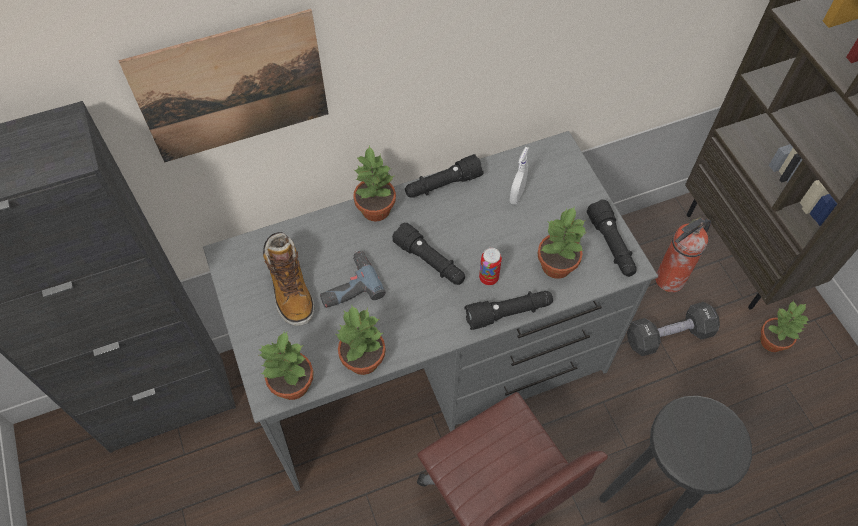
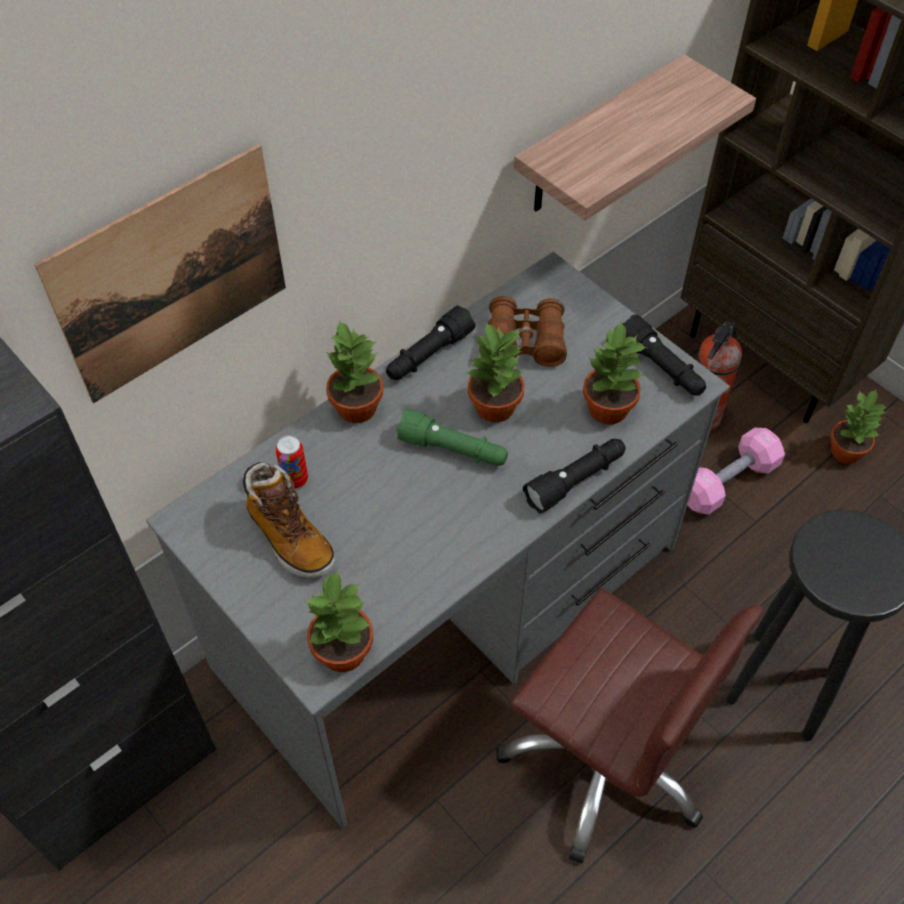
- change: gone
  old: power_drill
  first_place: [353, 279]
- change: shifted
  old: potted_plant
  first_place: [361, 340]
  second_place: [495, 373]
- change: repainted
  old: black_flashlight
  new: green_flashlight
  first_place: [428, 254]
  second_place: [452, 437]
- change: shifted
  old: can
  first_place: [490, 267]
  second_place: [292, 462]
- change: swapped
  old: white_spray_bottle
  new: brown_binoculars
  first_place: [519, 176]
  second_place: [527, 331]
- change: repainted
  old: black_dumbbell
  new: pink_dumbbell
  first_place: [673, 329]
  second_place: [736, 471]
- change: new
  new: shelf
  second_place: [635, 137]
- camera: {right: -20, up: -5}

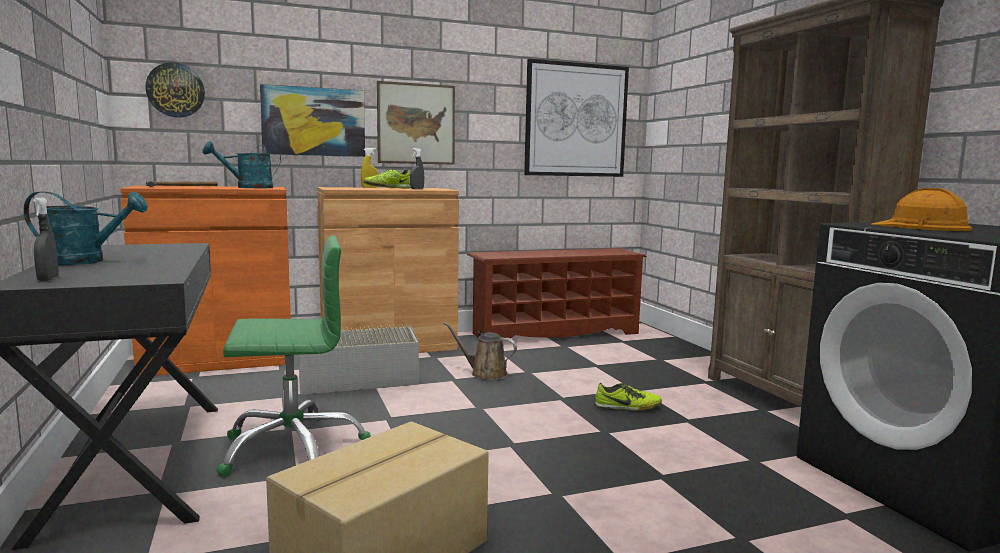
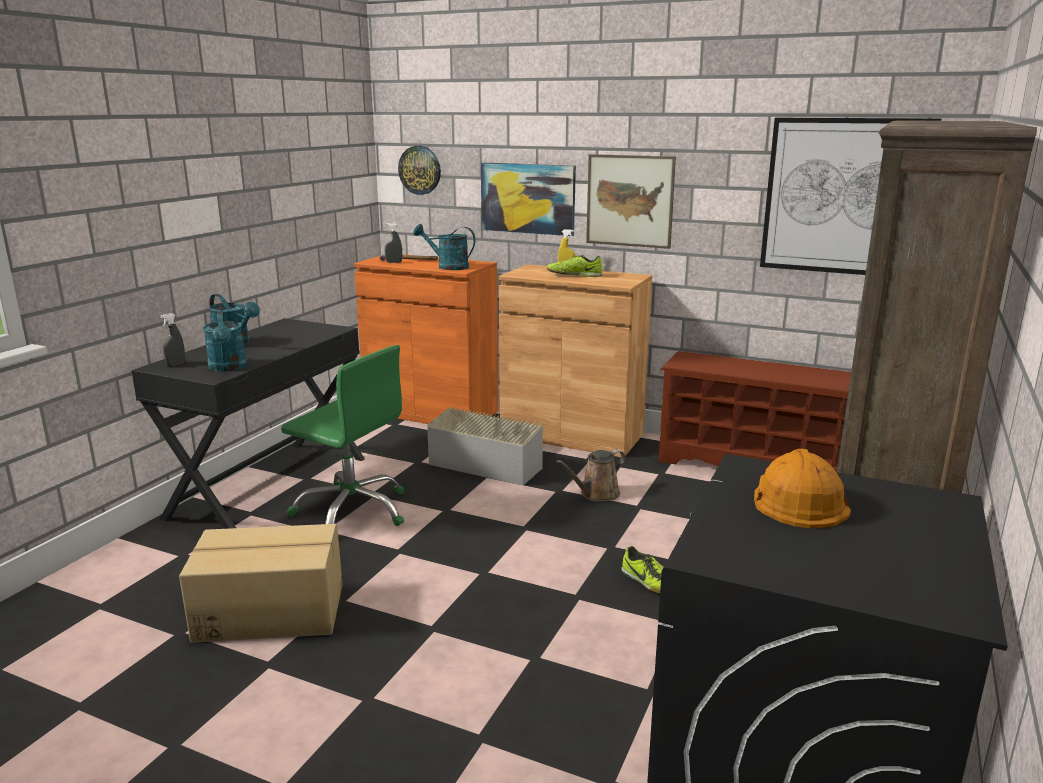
- change: shifted
  old: grey_spray_bottle
  first_place: [417, 168]
  second_place: [393, 243]
- change: rotated
  old: brown_watering_can
  first_place: [480, 351]
  second_place: [590, 475]
  degrees: -105
- change: new
  new: turquoise_watering_can
  second_place: [225, 340]
- camera: {right: 45, up: 10}

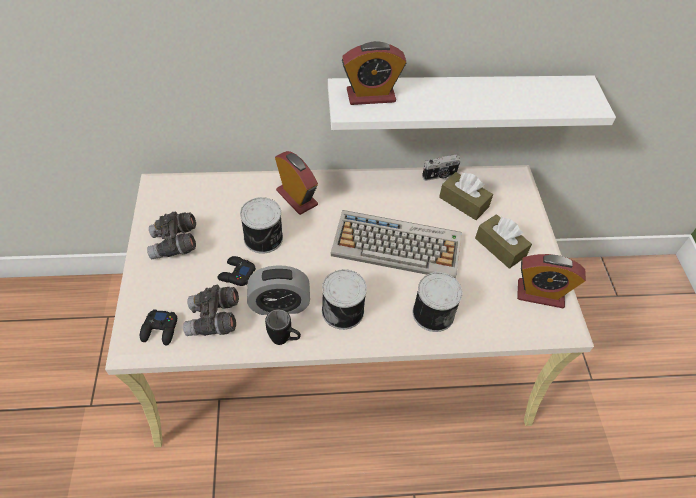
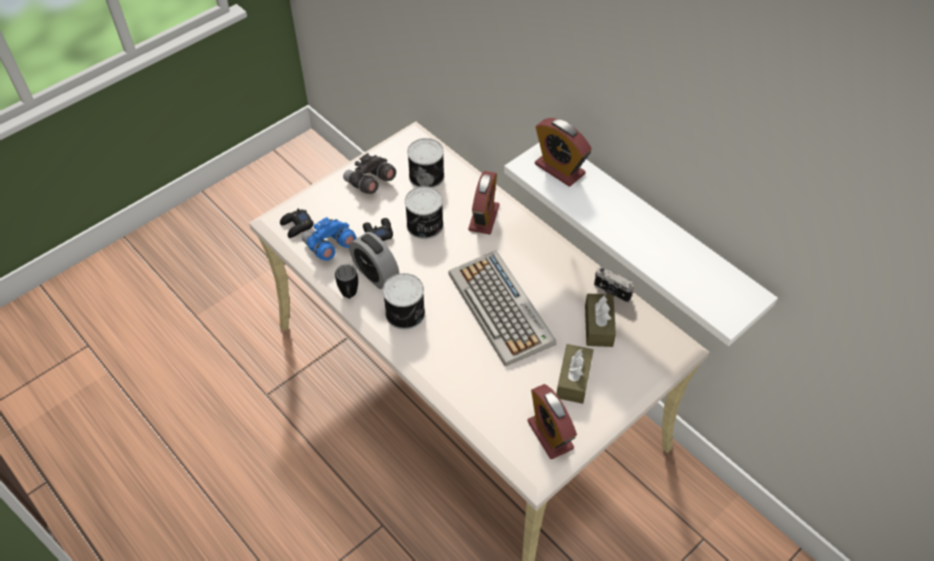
- change: repainted
  old: grey_binoculars
  new: blue_binoculars
  first_place: [211, 310]
  second_place: [329, 239]
- change: shifted
  old: can
  first_place: [438, 302]
  second_place: [425, 163]
- camera: {right: 55, up: 0}

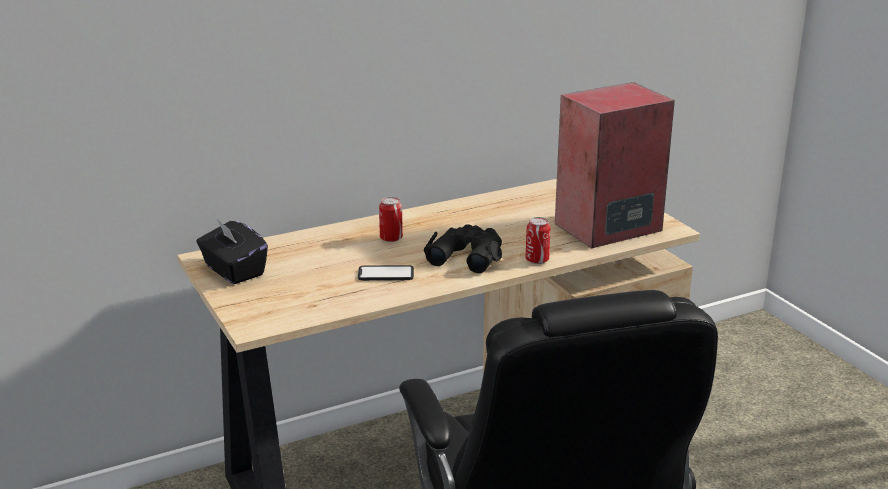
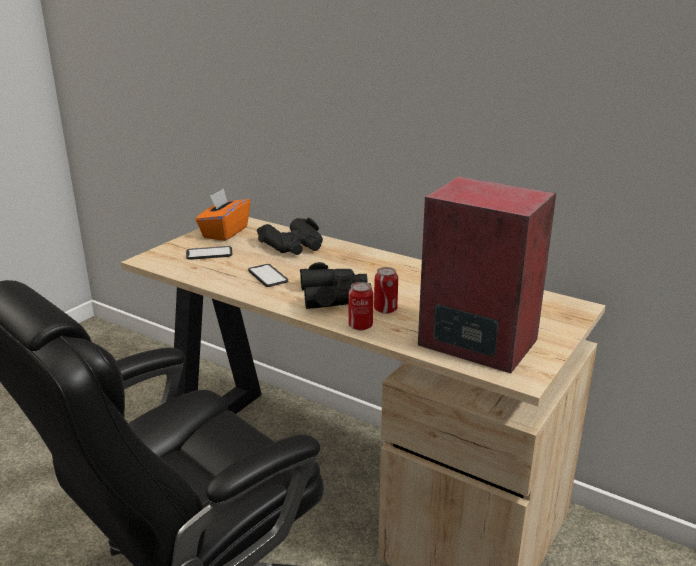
- change: repainted
  old: black_tissue_box
  new: orange_tissue_box
  first_place: [232, 251]
  second_place: [222, 214]
- change: shifted
  old: can
  first_place: [391, 219]
  second_place: [386, 290]
- change: new
  new: phone
  second_place: [209, 253]
- change: new
  new: black_binoculars
  second_place: [290, 236]
- camera: {right: 60, up: 0}

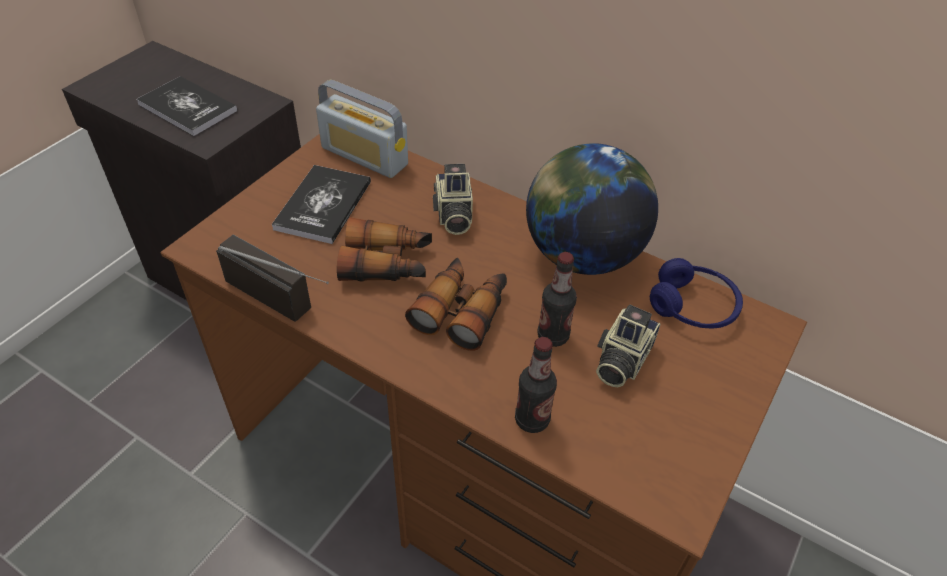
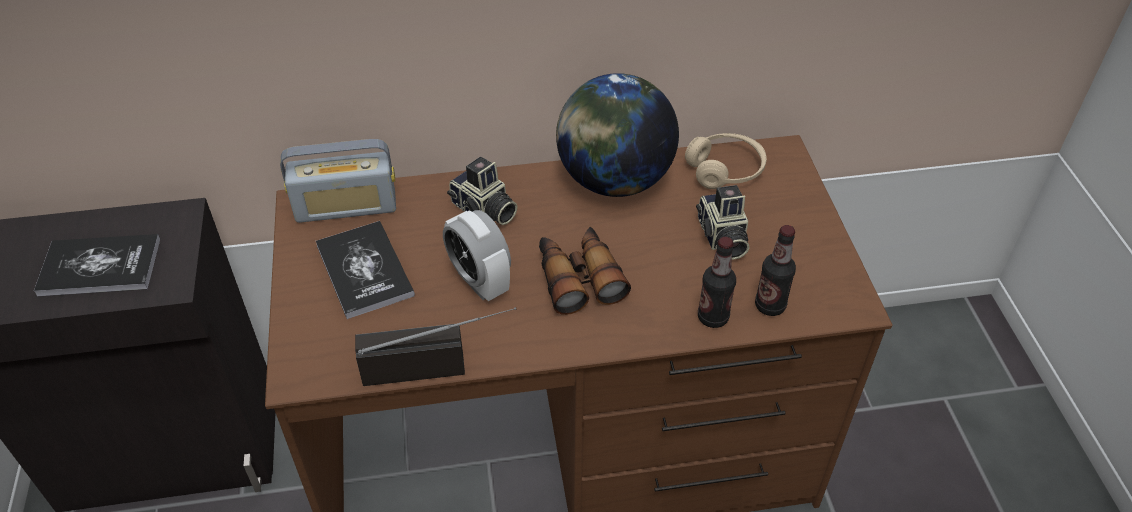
- change: swapped
  old: binoculars
  new: alarm_clock
  first_place: [384, 249]
  second_place: [477, 255]
- change: shifted
  old: bottle
  first_place: [557, 299]
  second_place: [775, 270]
- change: repainted
  old: blue_headphones
  new: beige_headphones
  first_place: [696, 293]
  second_place: [726, 161]
- camera: {right: -40, up: 0}

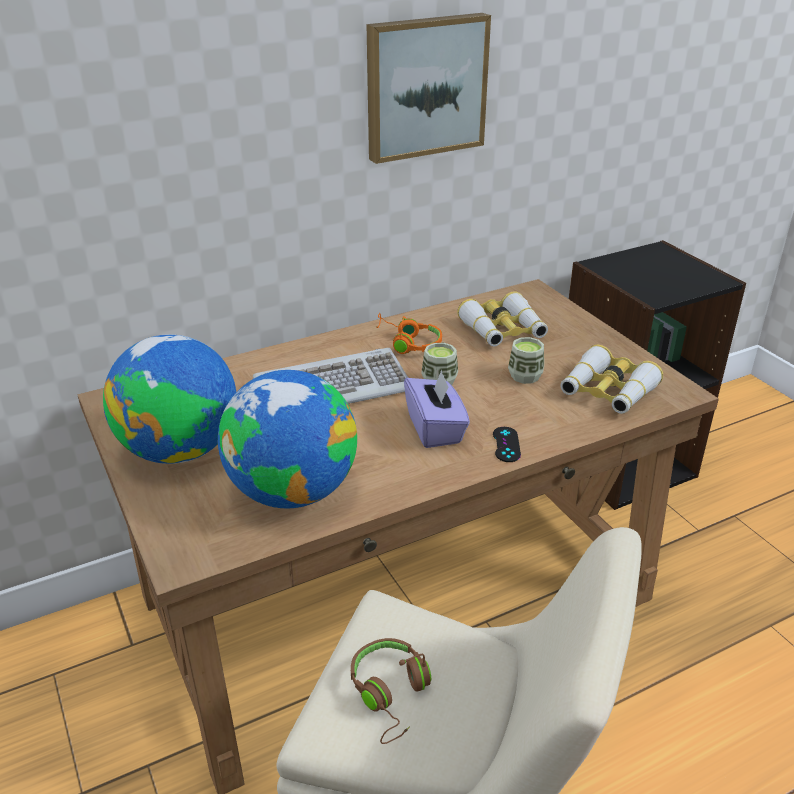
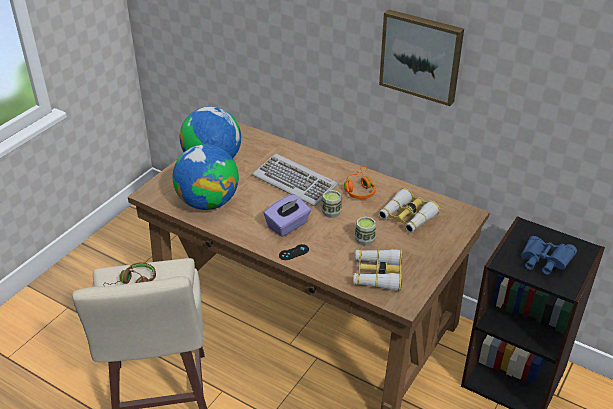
- change: new
  new: blue_binoculars
  second_place: [549, 255]
- camera: {right: 60, up: 5}

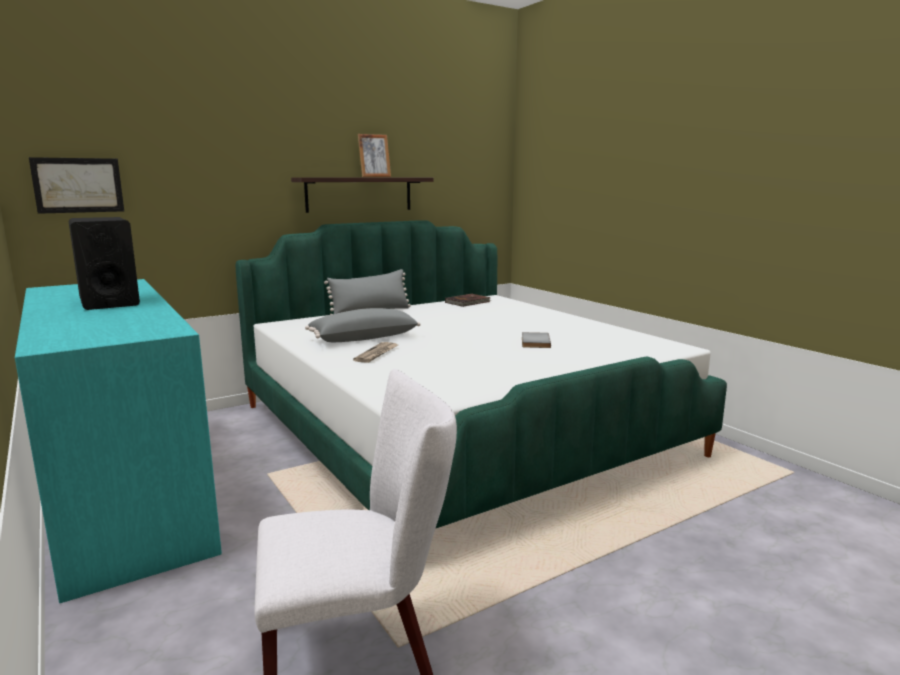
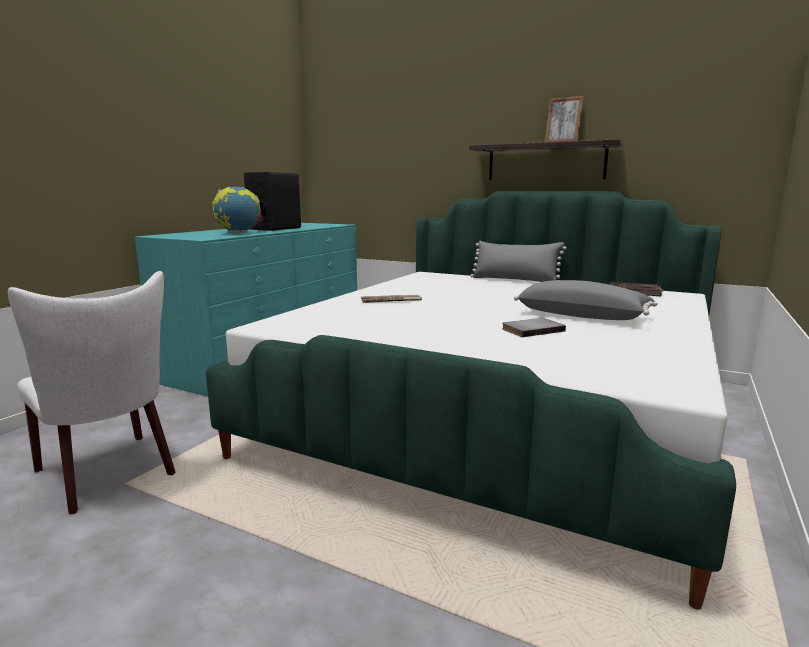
- change: gone
  old: picture
  first_place: [76, 185]
- change: shifted
  old: grey_pillow
  first_place: [363, 325]
  second_place: [586, 300]
- change: new
  new: globe
  second_place: [237, 210]
- camera: {right: 60, up: 0}

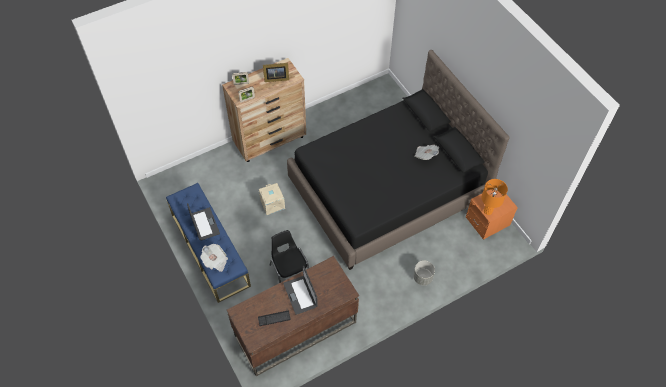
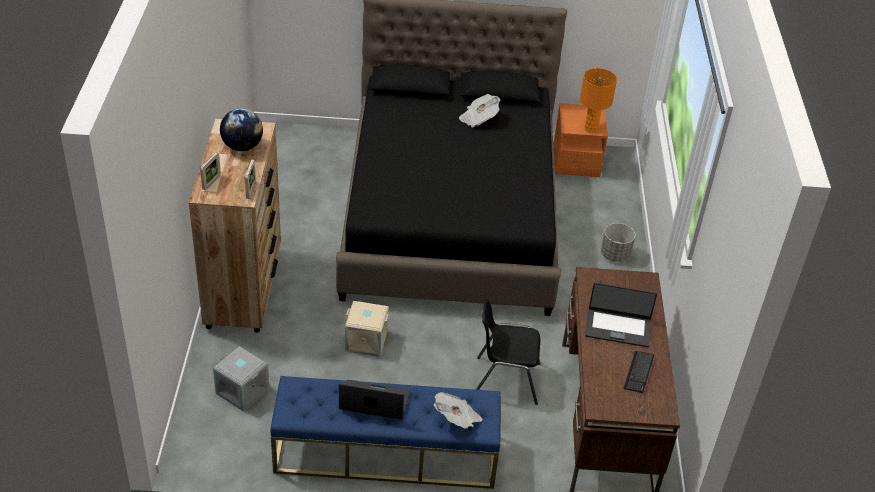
- change: swapped
  old: picture_frame
  new: globe
  first_place: [276, 72]
  second_place: [241, 129]
- change: new
  new: grey_storage_box
  second_place: [241, 379]
- camera: {right: -60, up: -15}

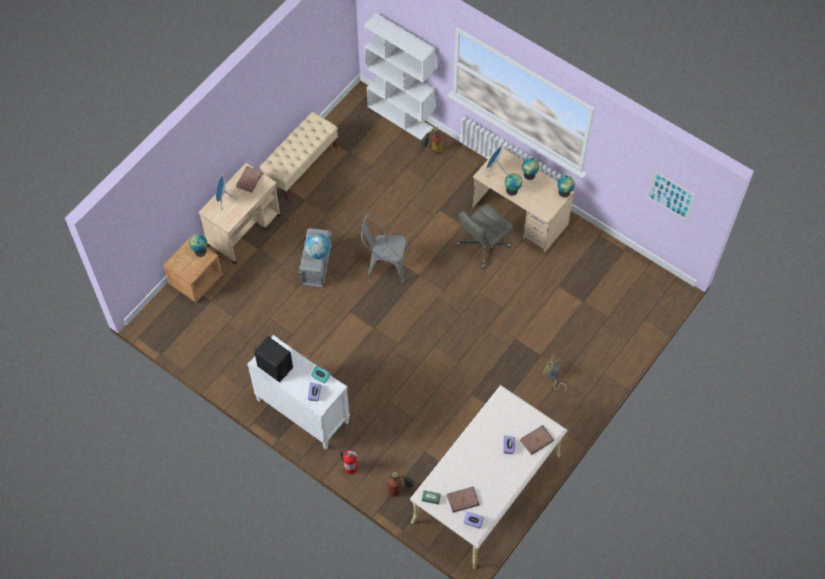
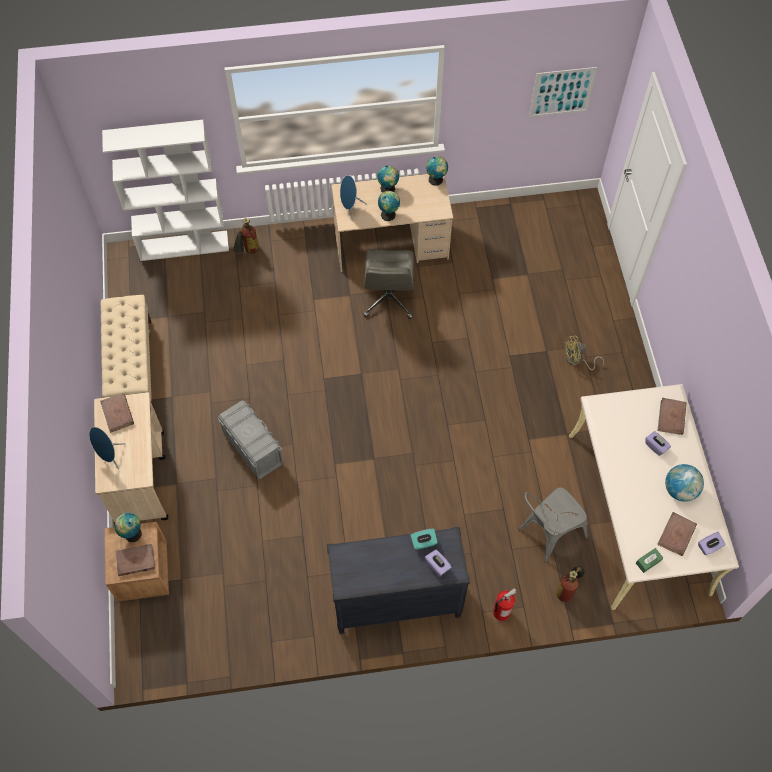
- change: repainted
  old: white_dresser
  new: black_dresser
  first_place: [298, 392]
  second_place: [398, 580]
- change: gone
  old: black_speaker
  first_place: [273, 359]
- change: shifted
  old: globe
  first_place: [317, 246]
  second_place: [684, 483]
- change: shifted
  old: grey_chair
  first_place: [385, 248]
  second_place: [553, 524]
- change: new
  new: brown_book
  second_place: [135, 560]
- camera: {right: -45, up: 0}

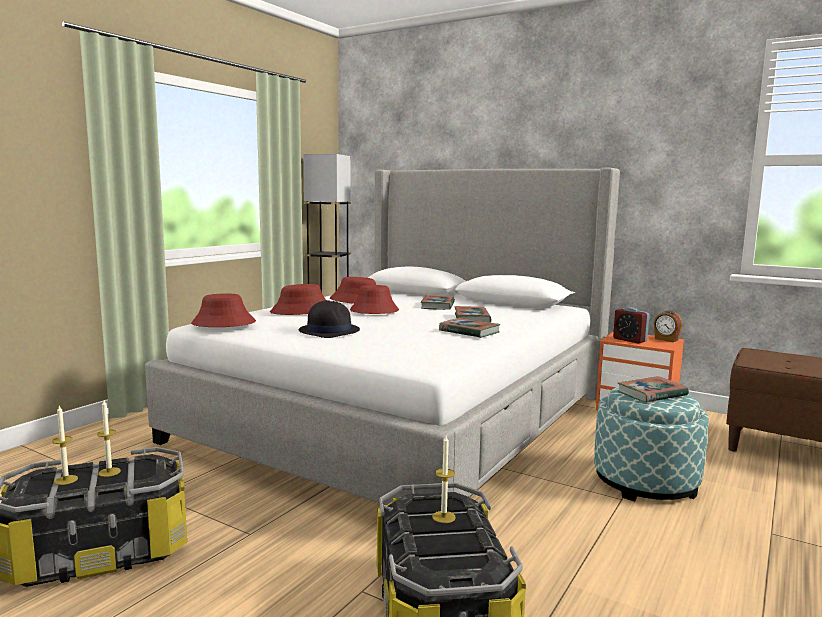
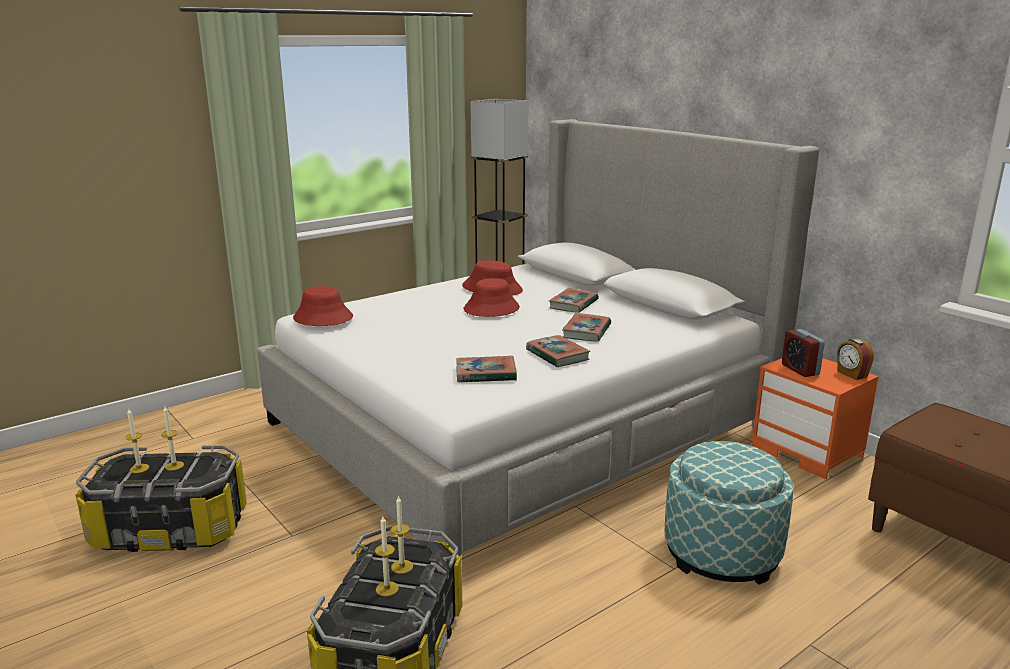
- change: gone
  old: red_hat
  first_place: [298, 299]
- change: gone
  old: black_hat
  first_place: [329, 319]
- change: shifted
  old: book
  first_place: [653, 389]
  second_place: [486, 369]
- change: new
  new: candle
  second_place: [387, 556]
- camera: {right: 20, up: 10}

